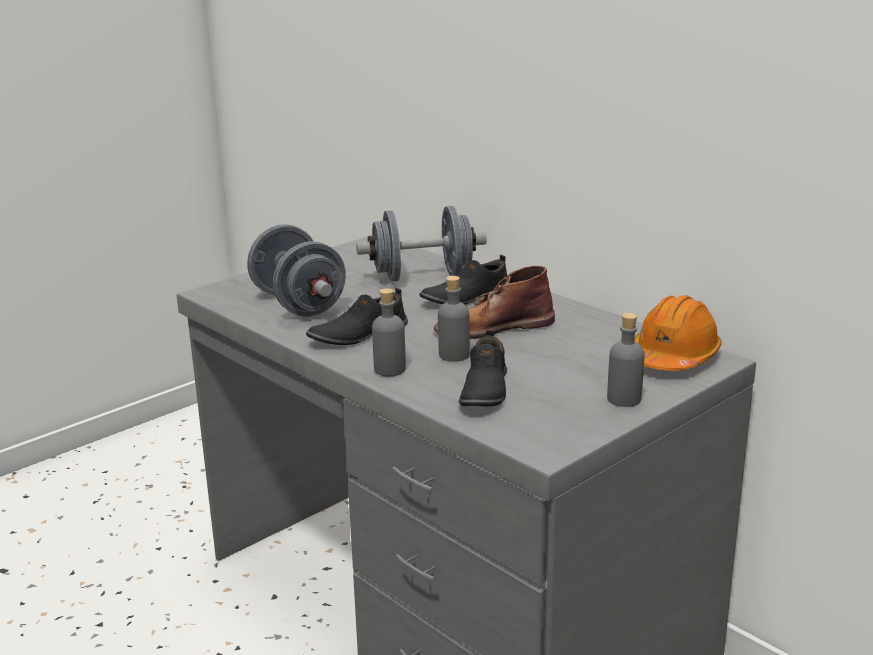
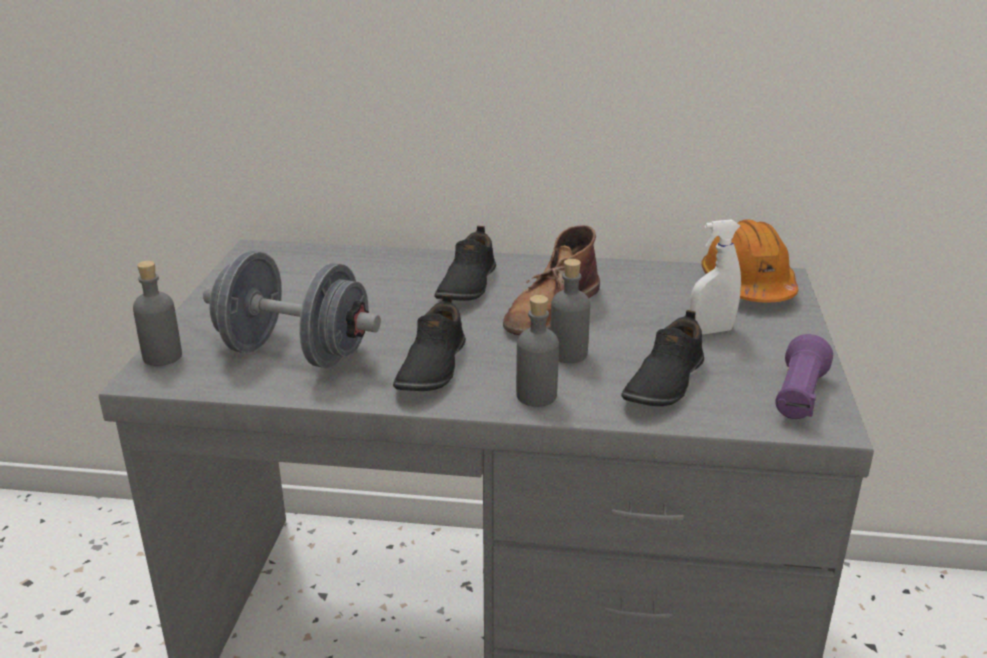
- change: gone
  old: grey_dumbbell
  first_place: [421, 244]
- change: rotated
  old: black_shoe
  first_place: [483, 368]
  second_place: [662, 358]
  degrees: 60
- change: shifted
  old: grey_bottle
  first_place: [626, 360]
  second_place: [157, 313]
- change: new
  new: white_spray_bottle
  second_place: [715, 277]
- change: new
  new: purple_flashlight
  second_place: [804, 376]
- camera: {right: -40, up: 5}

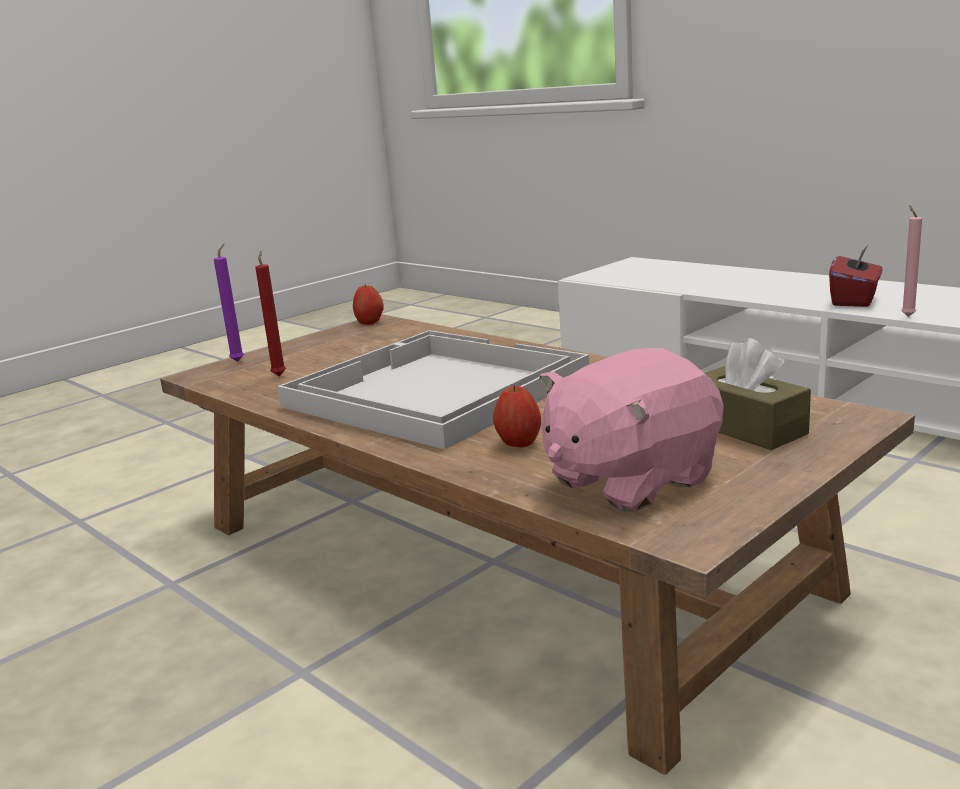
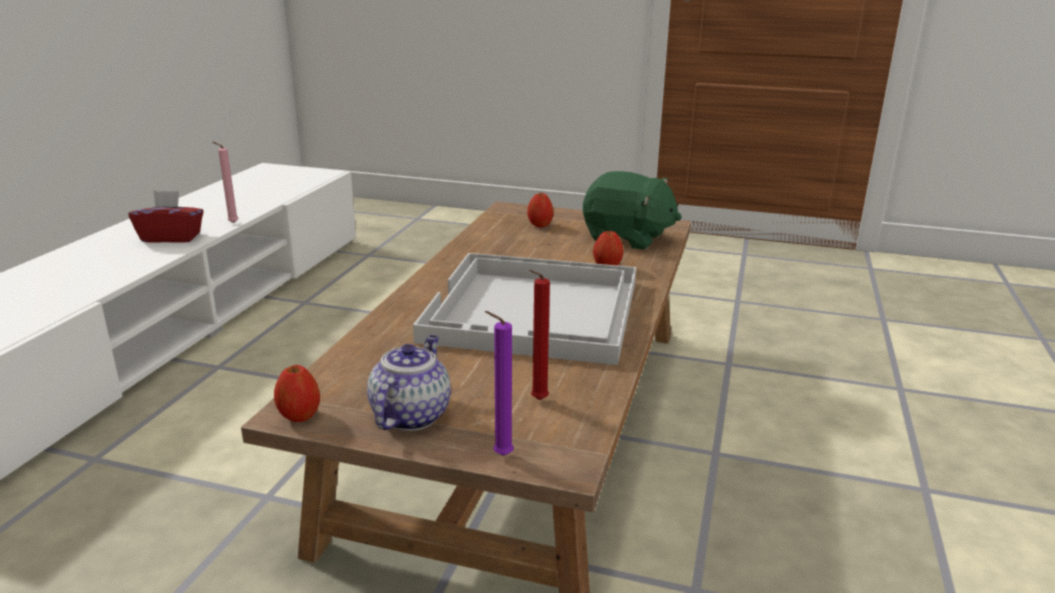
- change: repainted
  old: pink_plush_toy
  new: green_plush_toy
  first_place: [631, 430]
  second_place: [632, 210]
- change: swapped
  old: brown_tissue_box
  new: apple
  first_place: [758, 394]
  second_place: [540, 209]
- change: new
  new: teapot
  second_place: [409, 383]
- camera: {right: -120, up: 5}

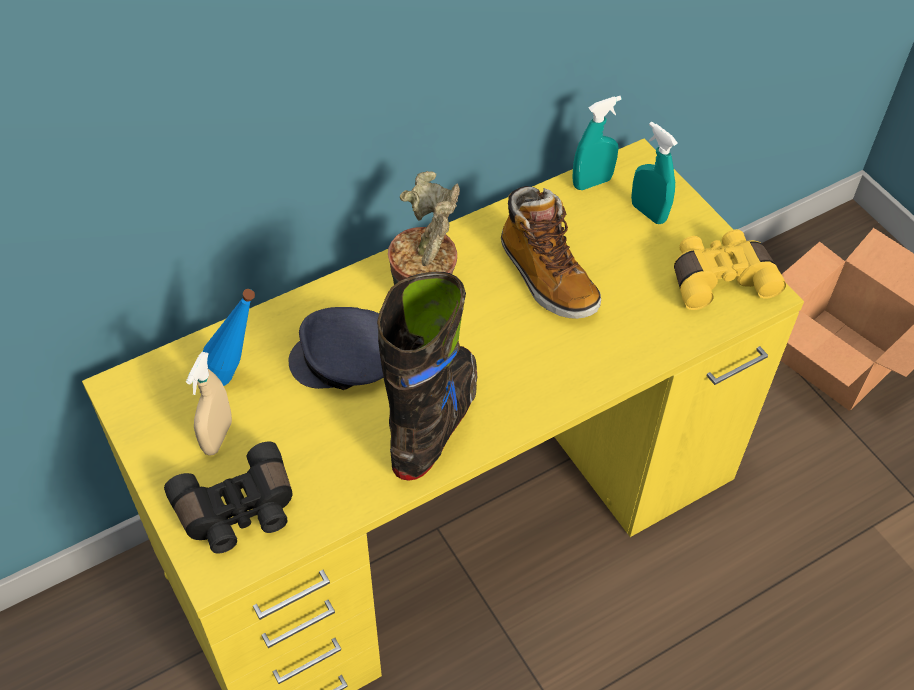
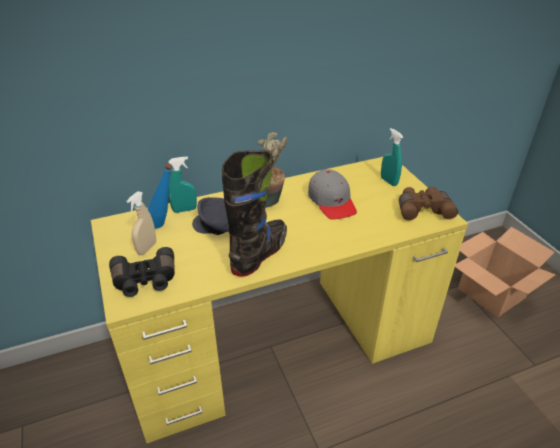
- change: swapped
  old: boot
  new: grey_cap
  first_place: [551, 252]
  second_place: [332, 194]
- change: shifted
  old: turquoise_spray_bottle
  first_place: [597, 143]
  second_place: [182, 185]
- change: repainted
  old: yellow_binoculars
  new: brown_binoculars
  first_place: [730, 269]
  second_place: [428, 204]
- camera: {right: 10, up: -15}

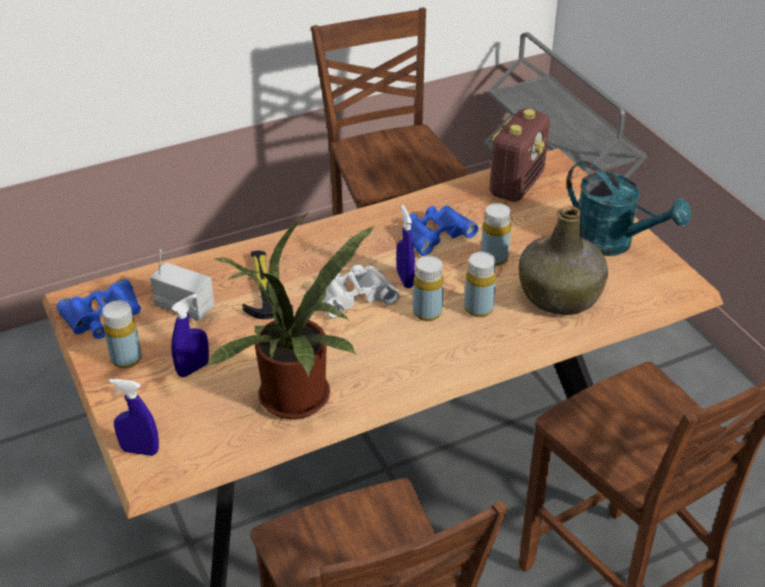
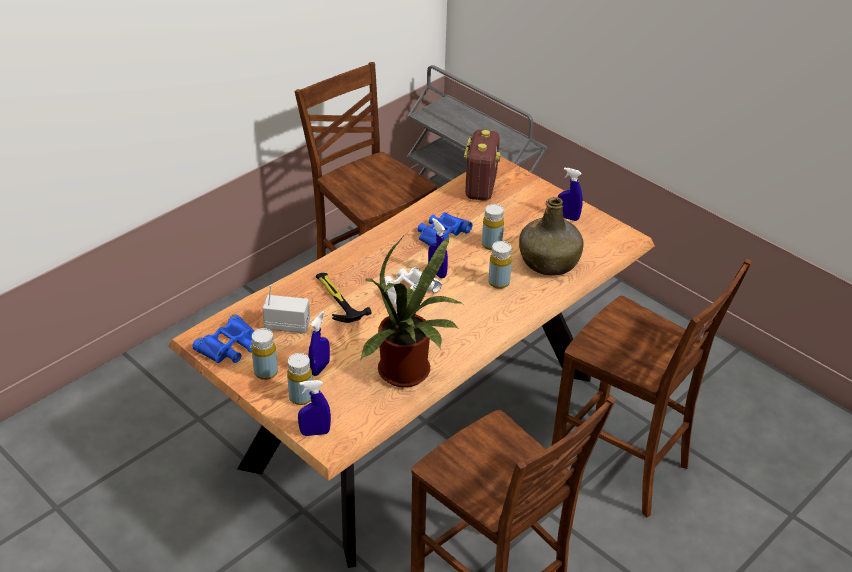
- change: shifted
  old: yellow_bottle
  first_place: [428, 288]
  second_place: [299, 379]
- change: swapped
  old: turquoise_watering_can
  new: blue_spray_bottle
  first_place: [629, 208]
  second_place: [570, 194]
- camera: {right: -20, up: 0}

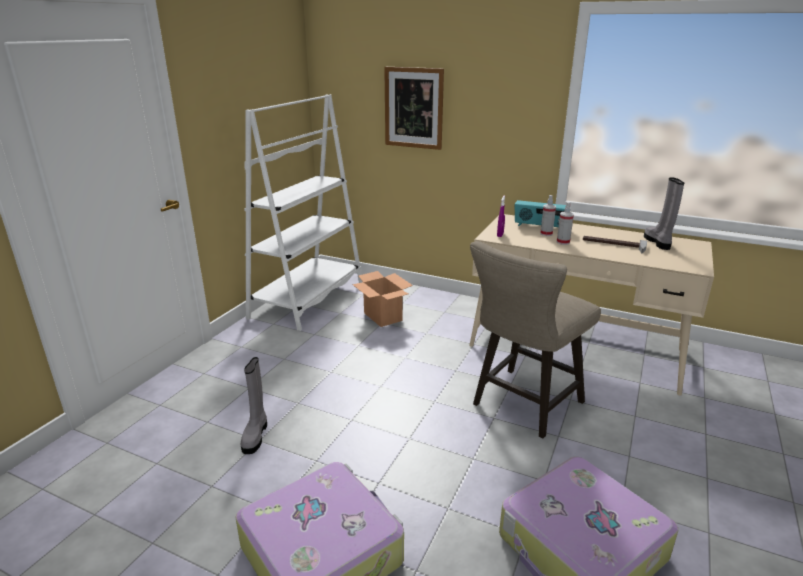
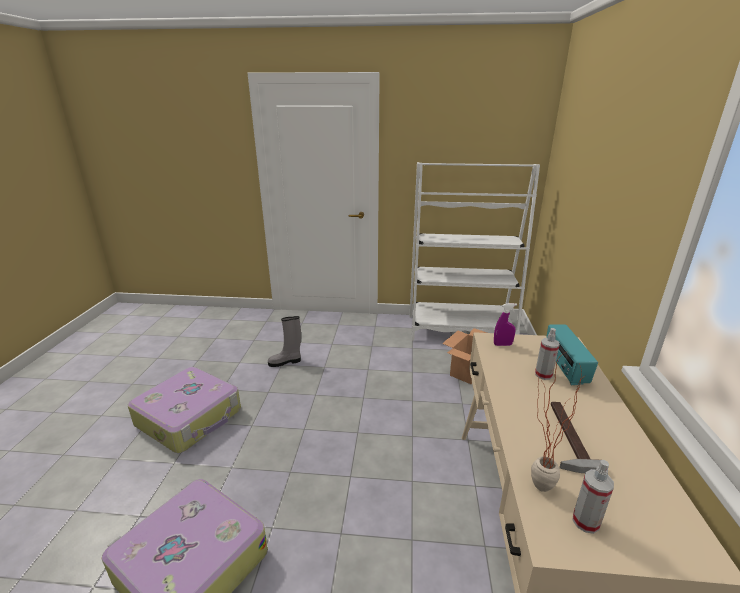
- change: gone
  old: picture
  first_place: [414, 108]
- change: gone
  old: beige_stool
  first_place: [535, 339]
- change: shifted
  old: spray_bottle
  first_place: [565, 223]
  second_place: [593, 497]
- change: gone
  old: grey_boot
  first_place: [664, 213]
- change: new
  new: potted_plant
  second_place: [558, 422]
- camera: {right: 70, up: 0}

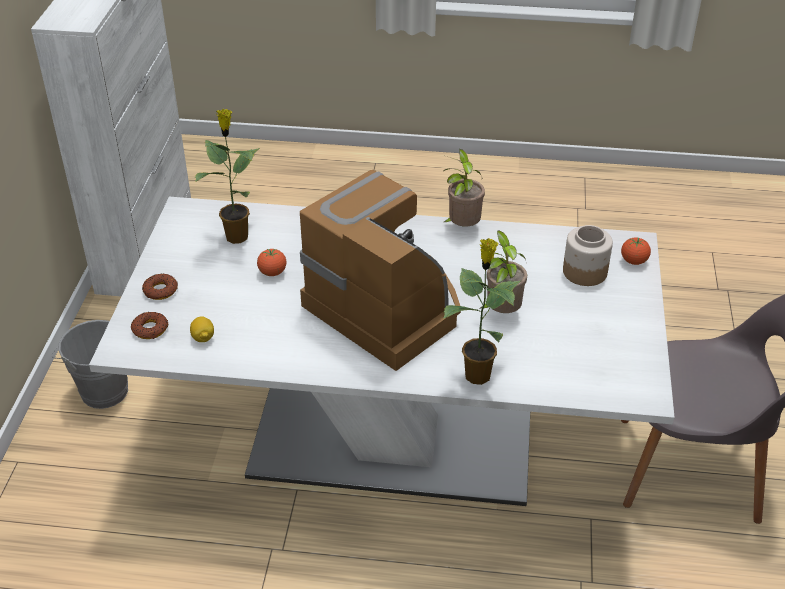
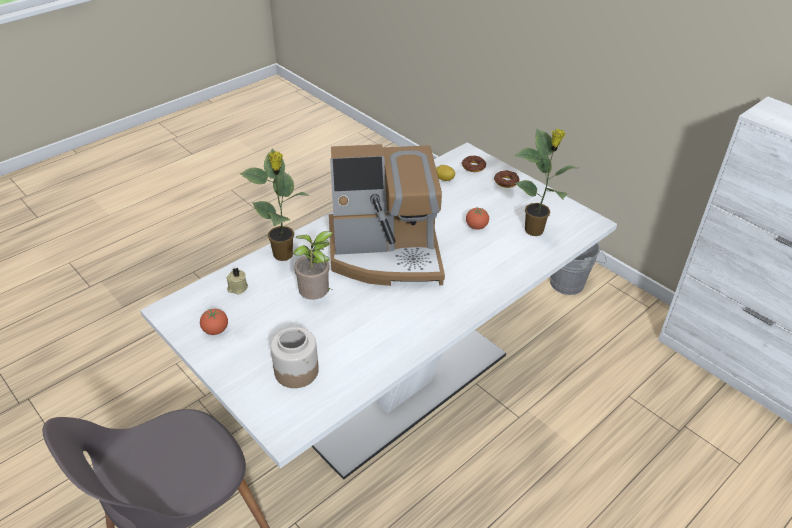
- change: gone
  old: potted_plant
  first_place: [464, 188]
- change: shifted
  old: tomato
  first_place: [636, 251]
  second_place: [214, 322]
- change: new
  new: beige_candle
  second_place: [237, 281]
- camera: {right: 130, up: 0}

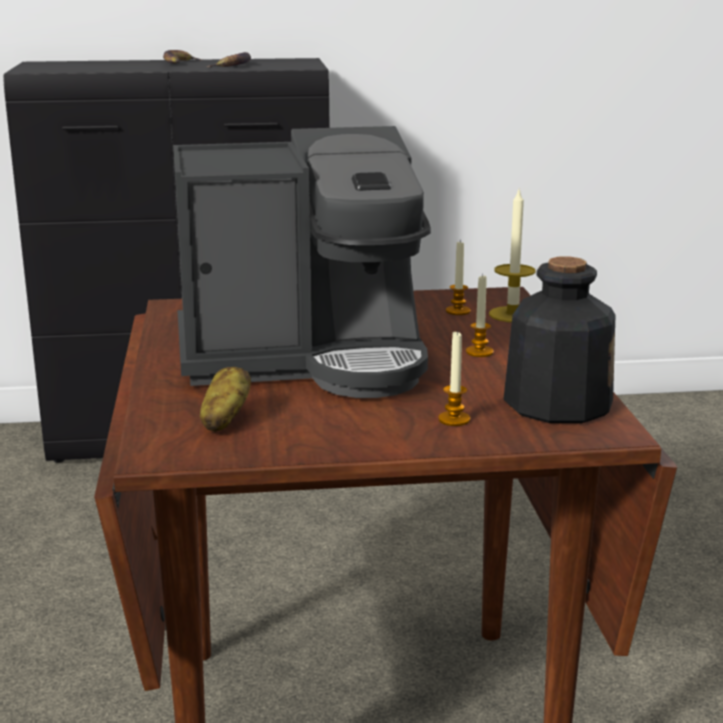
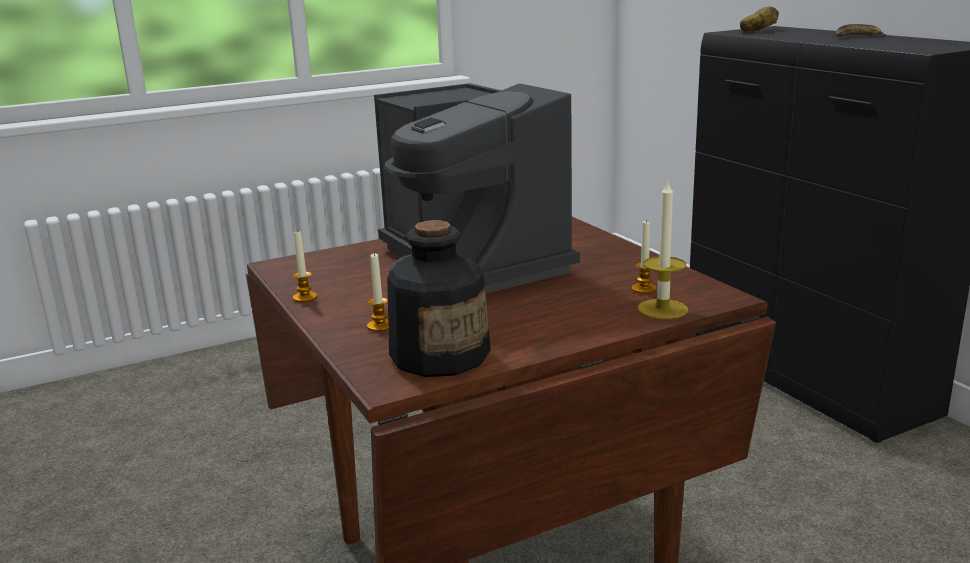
- change: shifted
  old: potato
  first_place: [225, 399]
  second_place: [759, 19]
- change: gone
  old: banana
  first_place: [228, 59]
- change: shifted
  old: candle
  first_place: [479, 315]
  second_place: [305, 266]
- camera: {right: 70, up: 0}

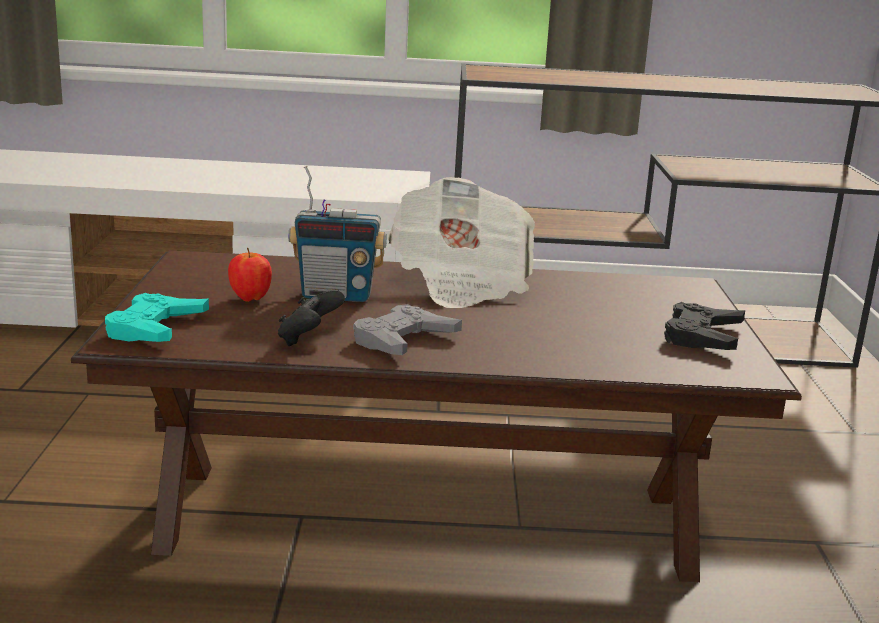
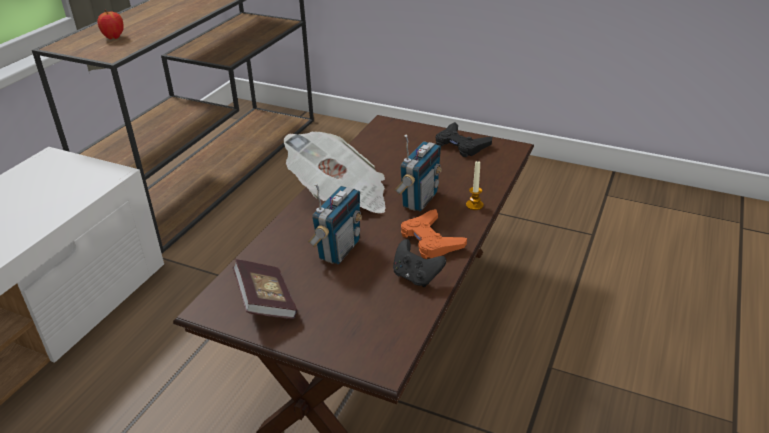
- change: gone
  old: turquoise_game_controller
  first_place: [157, 317]
- change: shifted
  old: apple
  first_place: [250, 275]
  second_place: [110, 24]
- change: repainted
  old: grey_game_controller
  new: orange_game_controller
  first_place: [407, 329]
  second_place: [434, 234]
- change: new
  new: book
  second_place: [265, 289]
- change: new
  new: radio
  second_place: [418, 173]
- change: new
  new: candle
  second_place: [475, 185]
- camera: {right: -65, up: 15}

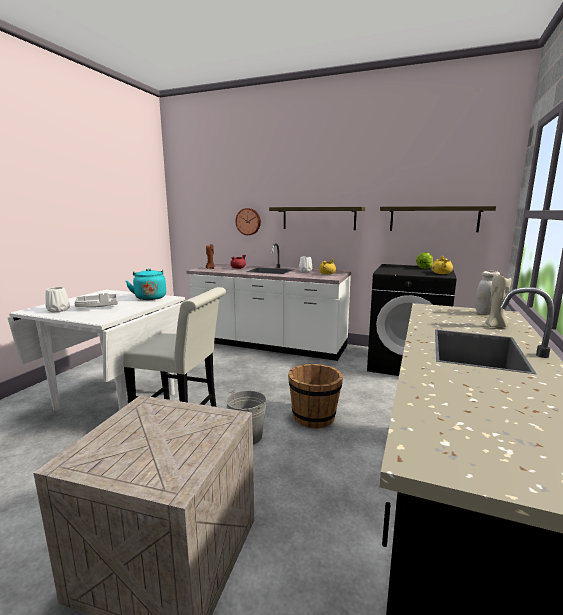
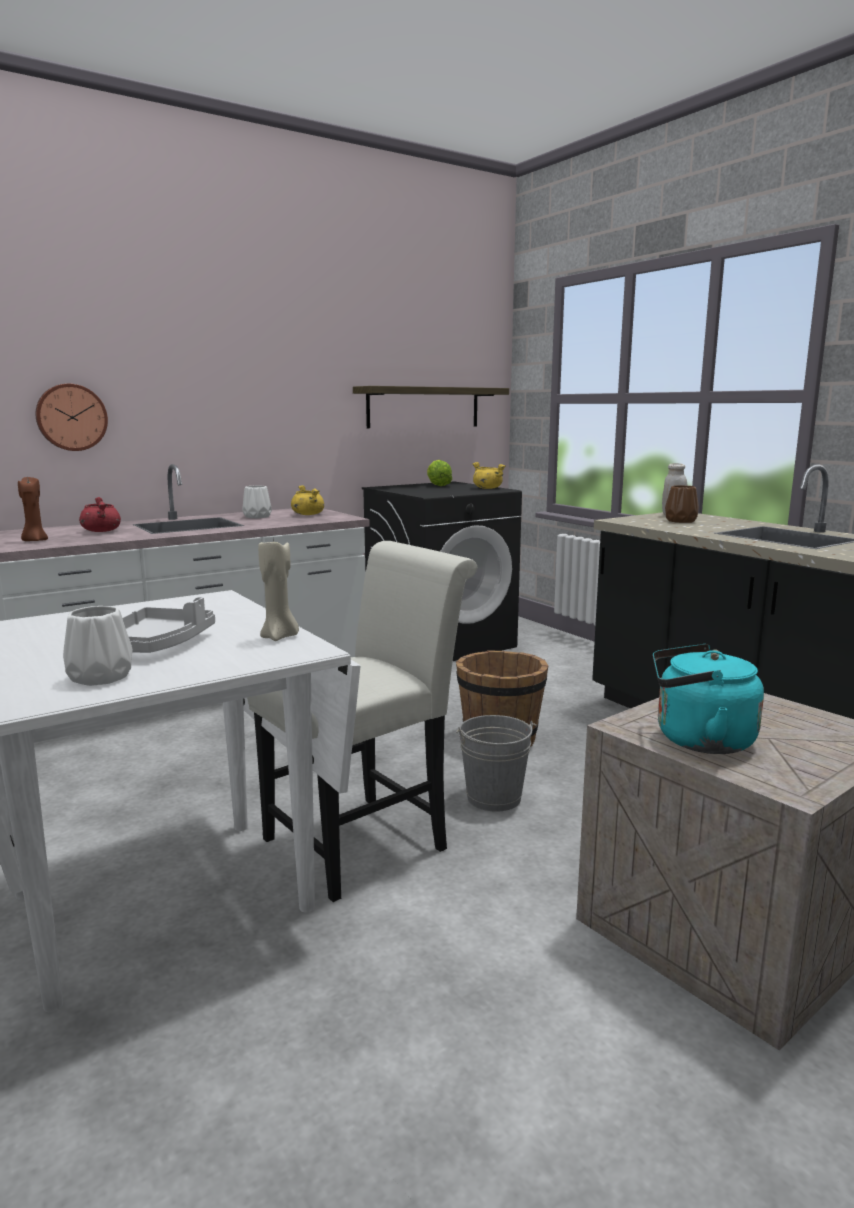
- change: shifted
  old: turquoise_kettle
  first_place: [146, 284]
  second_place: [708, 699]
- change: gone
  old: shelf
  first_place: [317, 218]
- change: shifted
  old: beige_candle
  first_place: [498, 301]
  second_place: [278, 588]
- change: new
  new: brown_vase
  second_place: [682, 504]
- camera: {right: -55, up: 0}

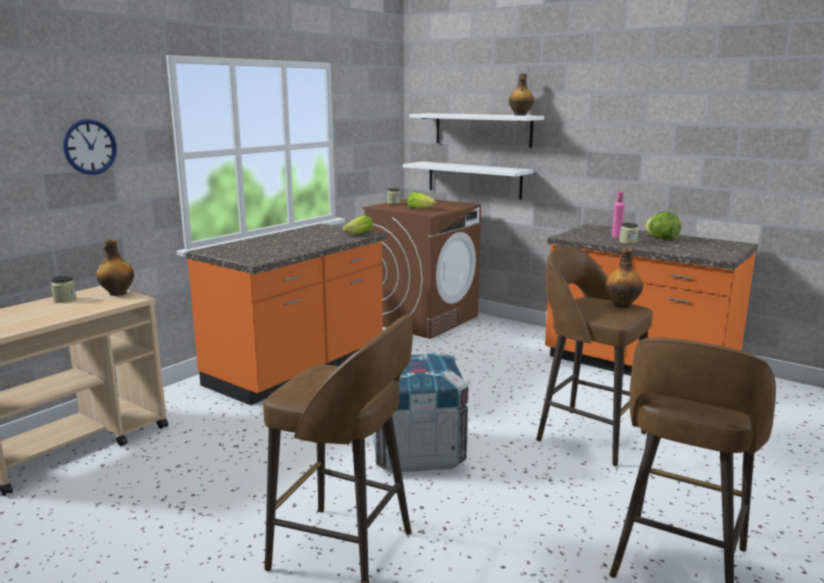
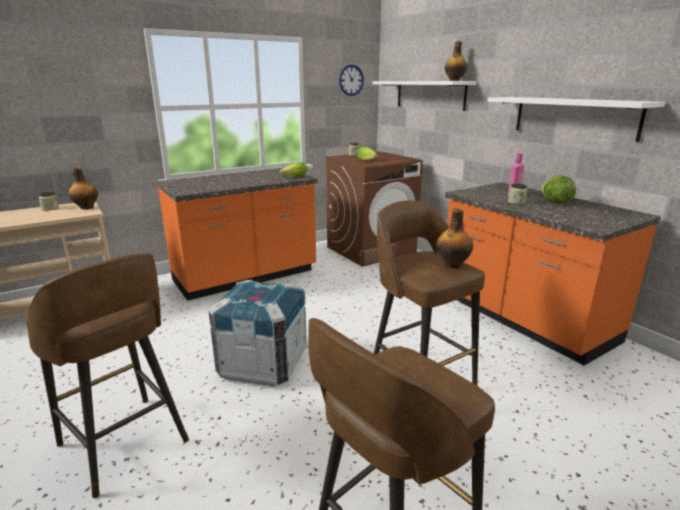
- change: shifted
  old: wall_clock
  first_place: [90, 147]
  second_place: [351, 80]
- change: shifted
  old: white_shelf
  first_place: [468, 180]
  second_place: [576, 119]
- camera: {right: 20, up: 5}

